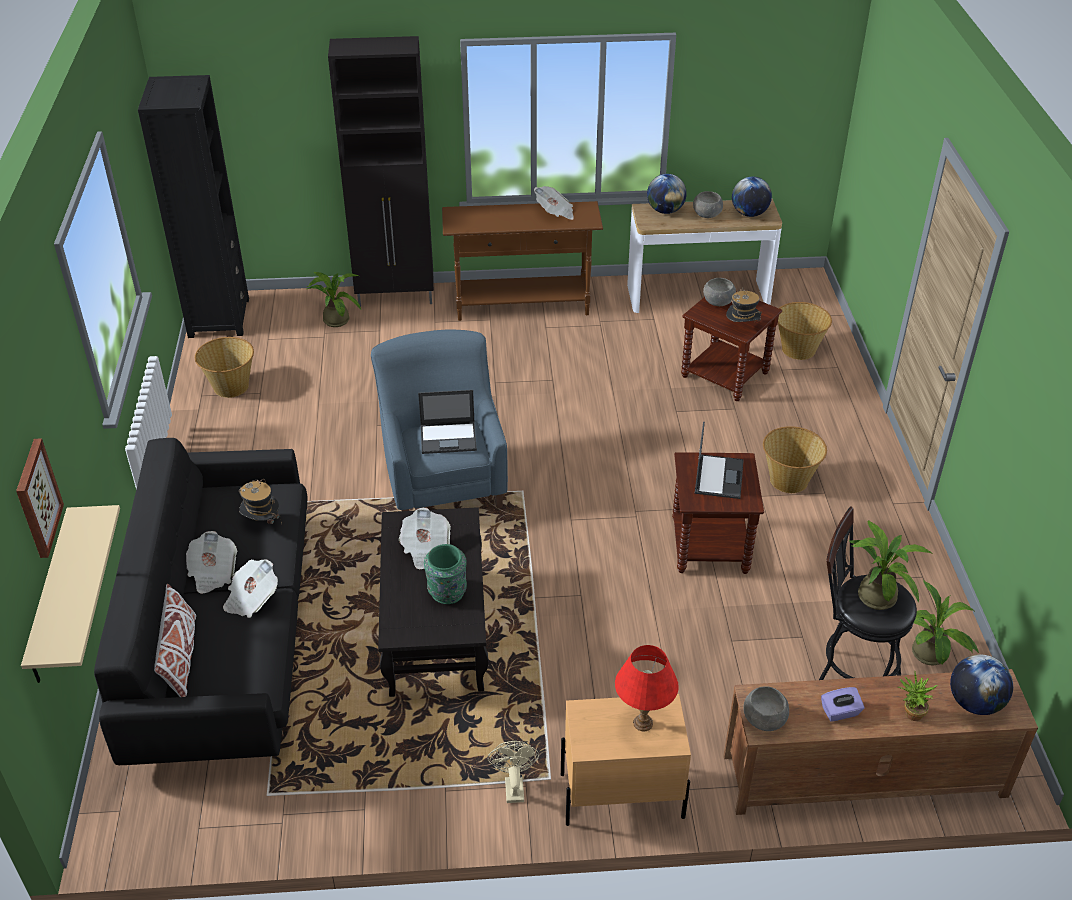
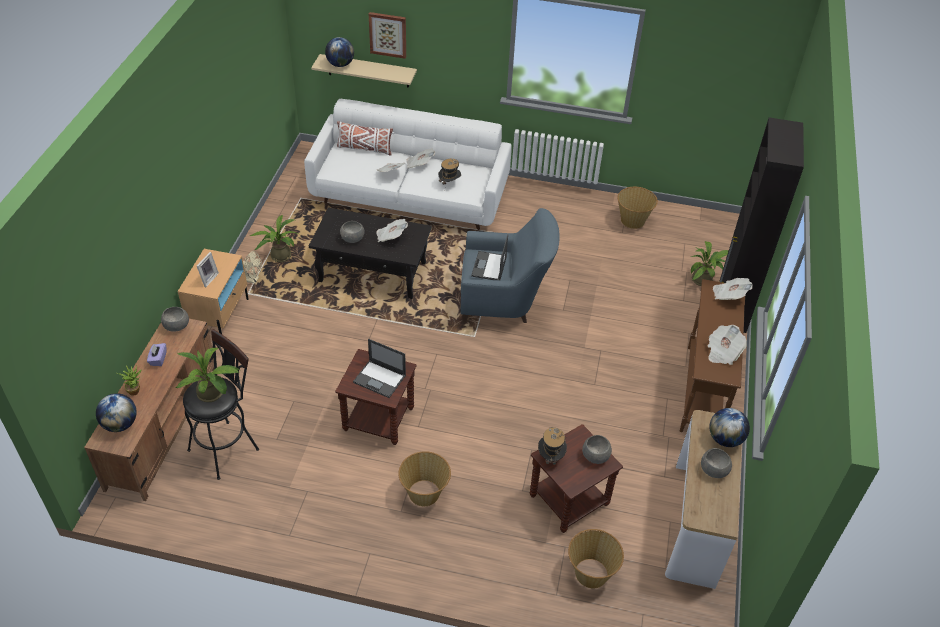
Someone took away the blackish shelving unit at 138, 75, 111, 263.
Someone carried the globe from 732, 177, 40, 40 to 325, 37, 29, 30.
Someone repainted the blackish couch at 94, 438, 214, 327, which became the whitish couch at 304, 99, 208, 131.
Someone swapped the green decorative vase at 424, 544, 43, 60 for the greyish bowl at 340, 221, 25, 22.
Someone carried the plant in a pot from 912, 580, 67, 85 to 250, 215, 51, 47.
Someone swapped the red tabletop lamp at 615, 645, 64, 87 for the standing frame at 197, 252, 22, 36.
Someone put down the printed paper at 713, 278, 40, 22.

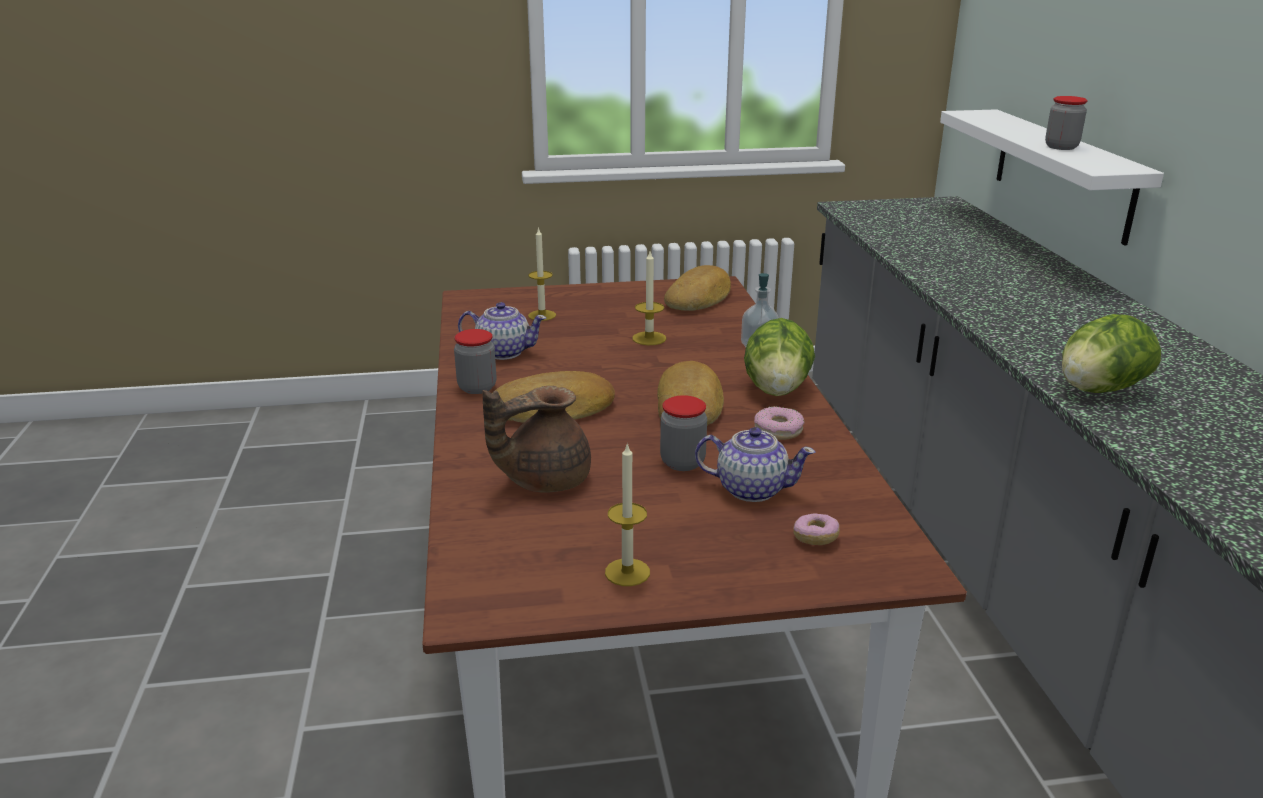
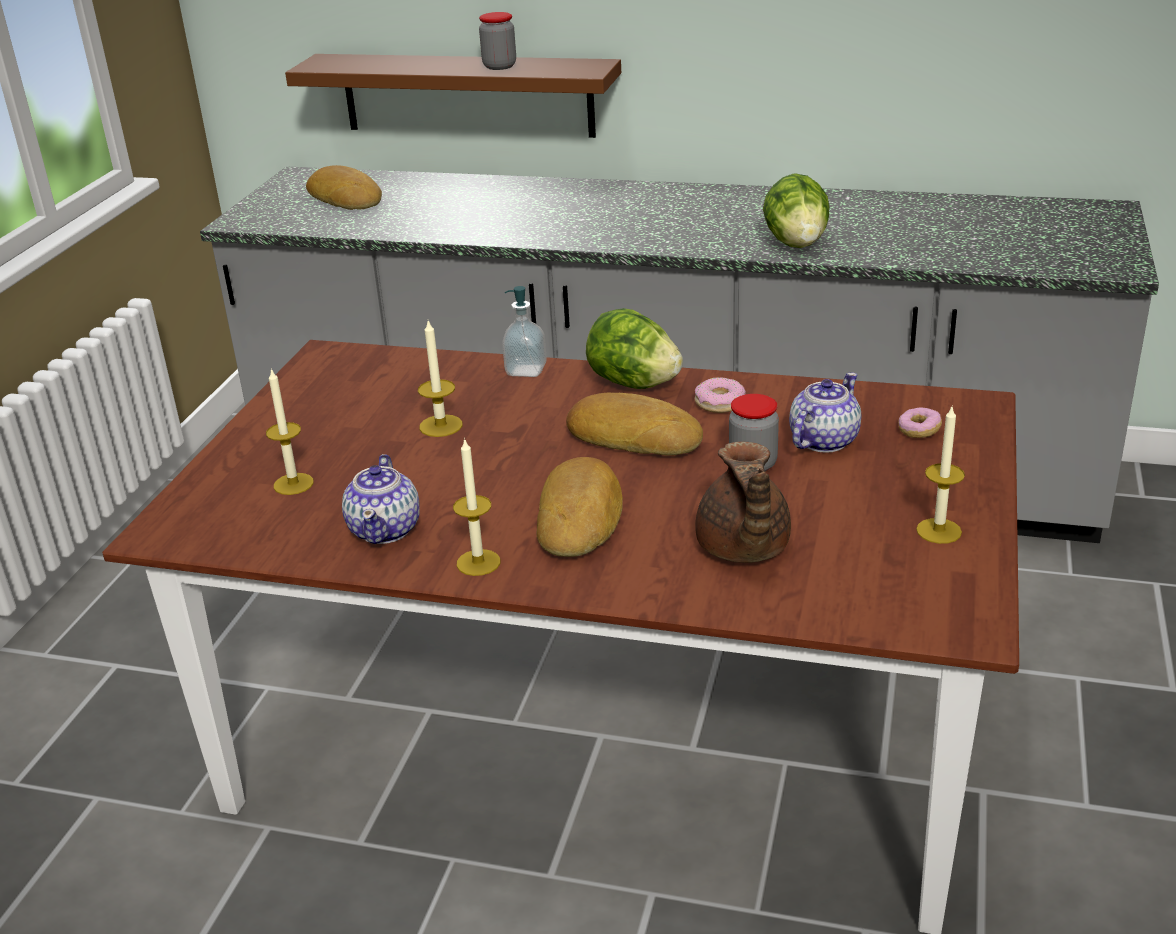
Someone repainted the whitish bracket shelf at 940, 109, 224, 136, which became the brown-coloured bracket shelf at 285, 54, 336, 84.
Someone carried the bread from 664, 265, 67, 46 to 306, 165, 76, 45.
Someone rotated the tea pot at 458, 302, 89, 58 by 150 degrees clockwise.
Someone swapped the preserve jar at 454, 329, 42, 65 for the wax light at 453, 438, 47, 138.

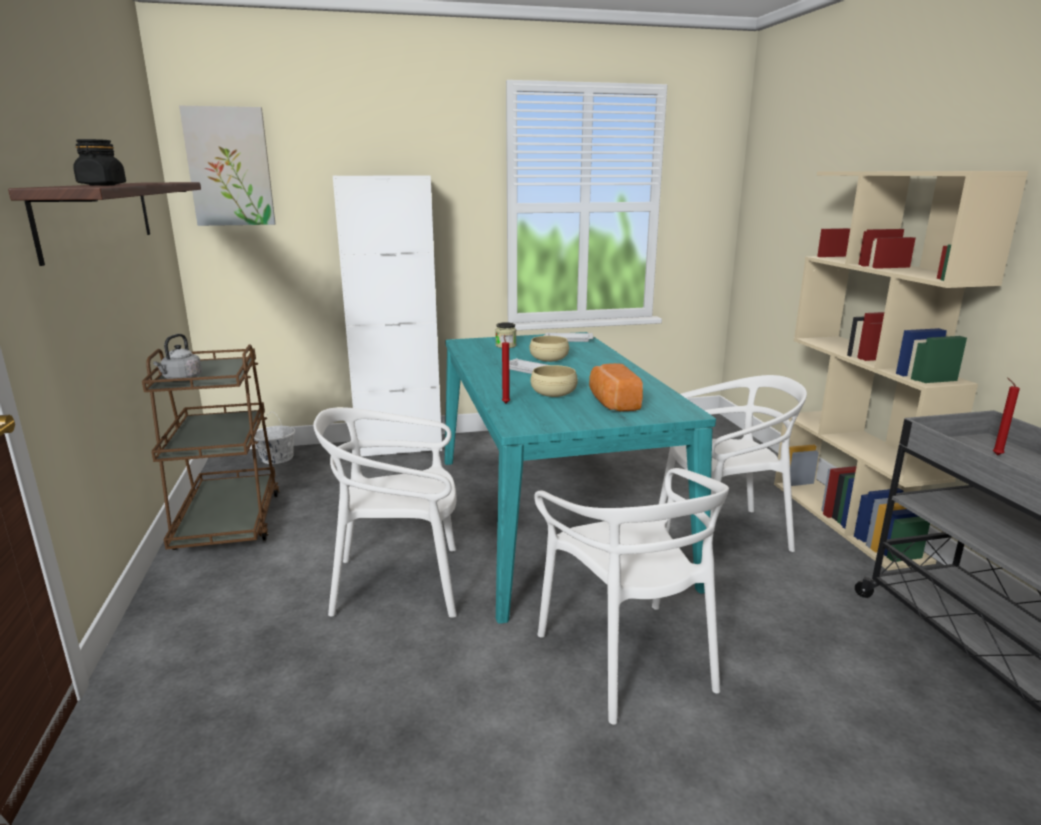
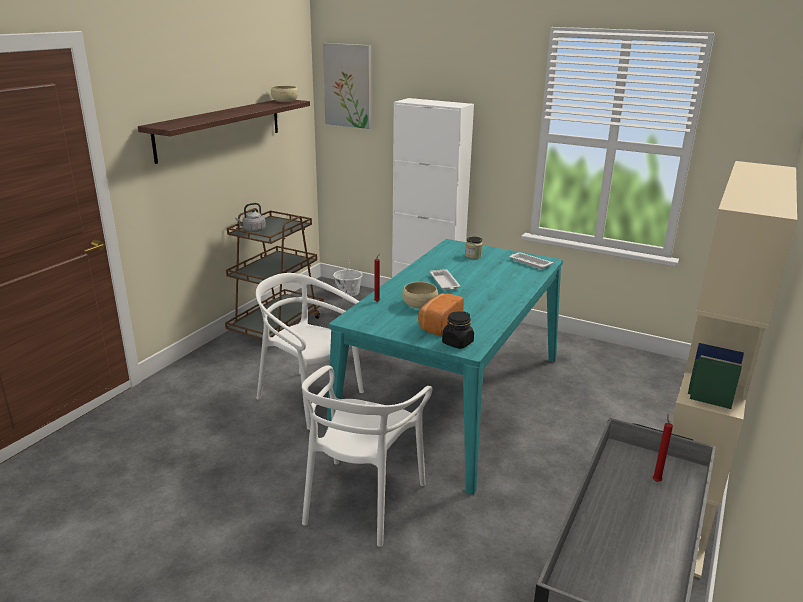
Someone carried the blackish preserve jar from 73, 139, 53, 47 to 442, 311, 32, 38.
Someone carried the beige bowl from 529, 336, 40, 26 to 271, 86, 27, 16.
Someone took away the whitish chair at 659, 375, 148, 177.

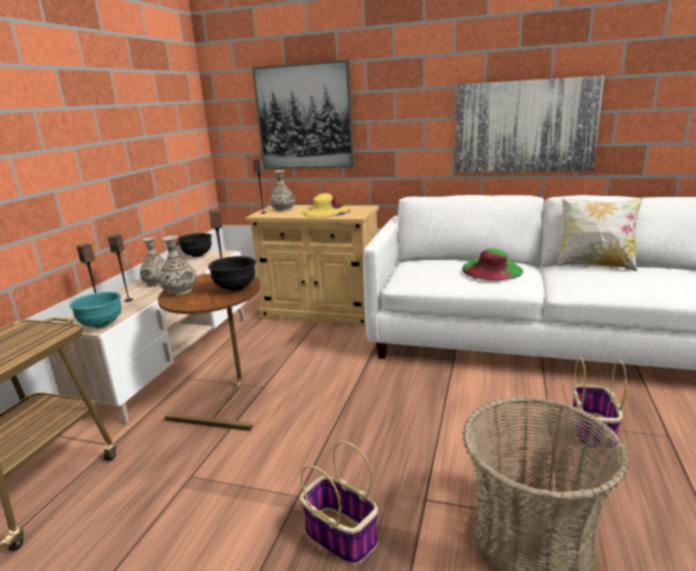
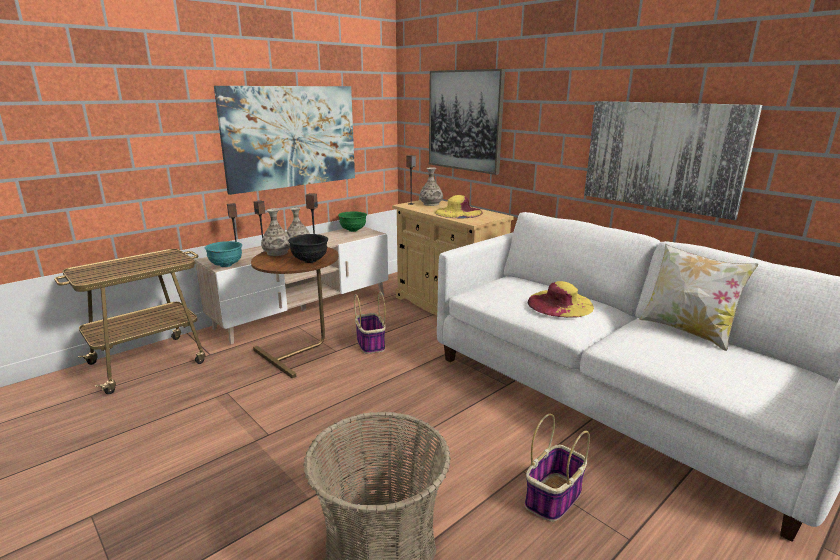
Someone repainted the blackish bowl at 178, 233, 34, 24, which became the green bowl at 338, 212, 29, 20.
Someone repainted the green clothing hat at 462, 248, 61, 32, which became the yellowish clothing hat at 527, 281, 67, 37.
Someone carried the basket from 300, 441, 78, 124 to 354, 292, 32, 62.
Someone put up the wall picture at 214, 86, 141, 109.

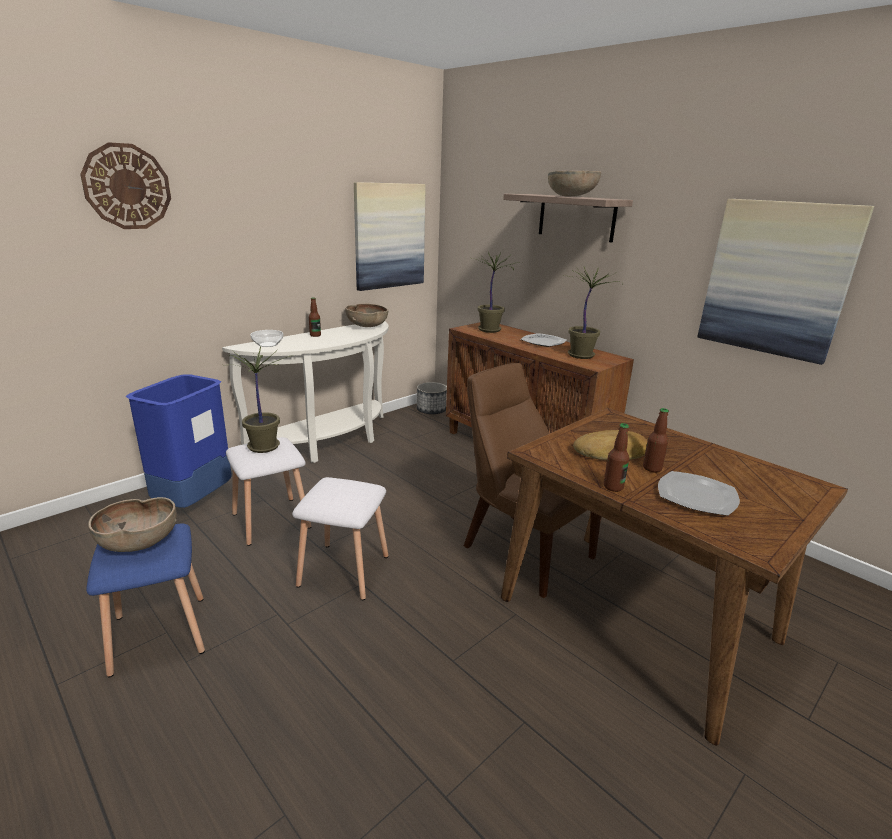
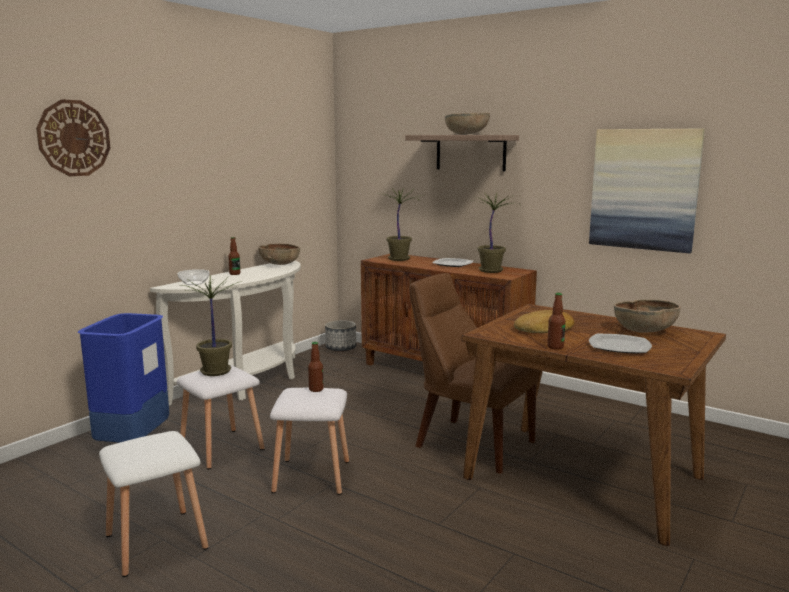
Someone took away the wall picture at 354, 182, 72, 109.
Someone carried the drink bottle from 643, 408, 26, 64 to 308, 342, 15, 50.
Someone carried the brown-coloured bowl from 88, 497, 89, 55 to 614, 299, 67, 34.
Someone repainted the bluish sitting stool at 86, 523, 119, 155, which became the whitish sitting stool at 99, 431, 109, 146.

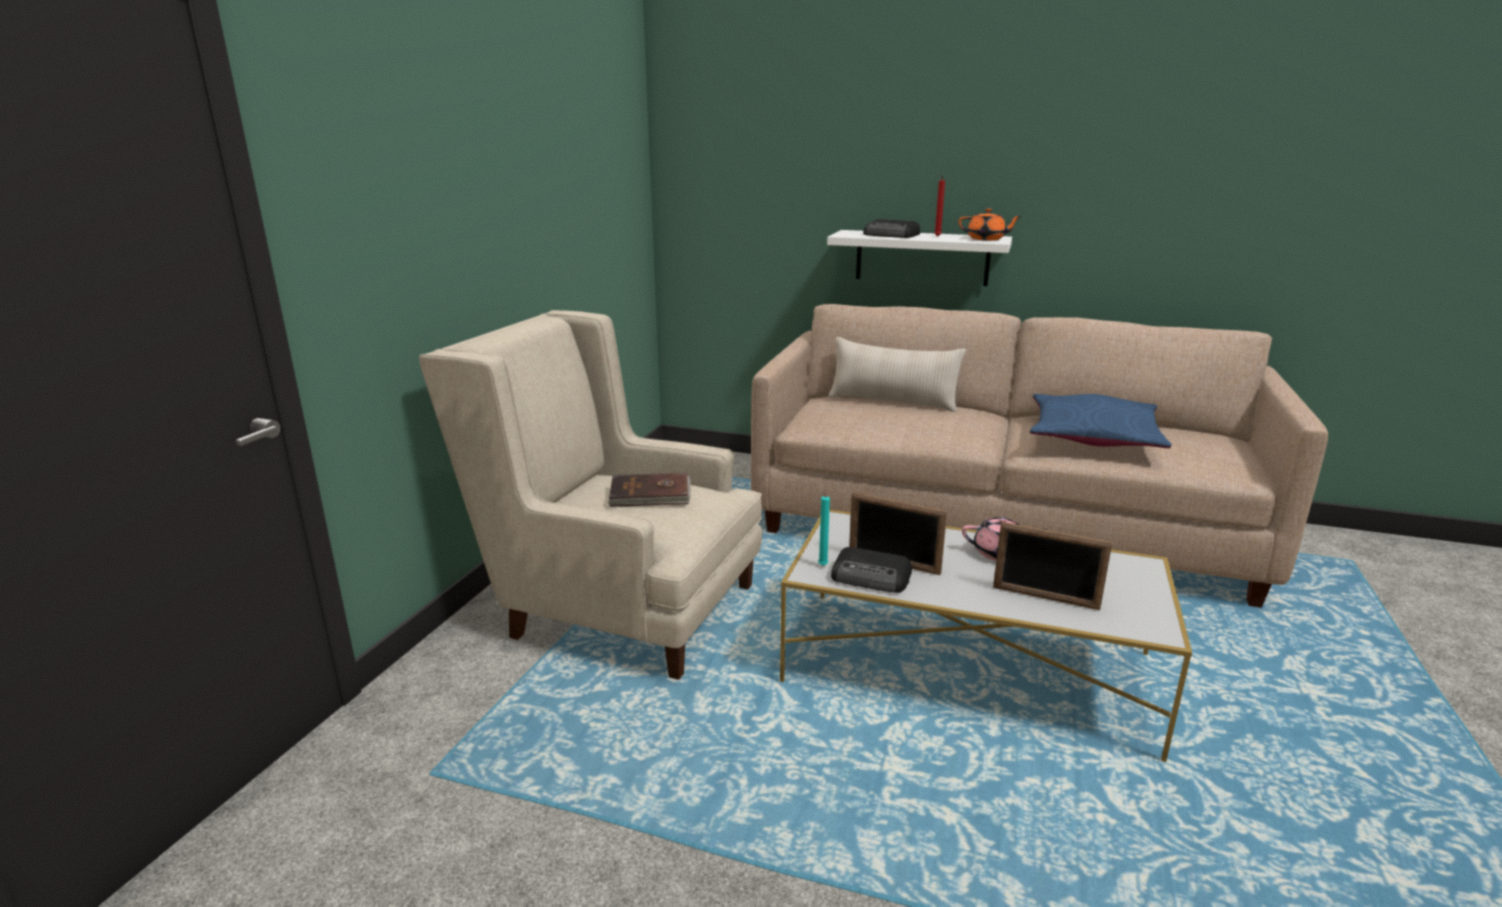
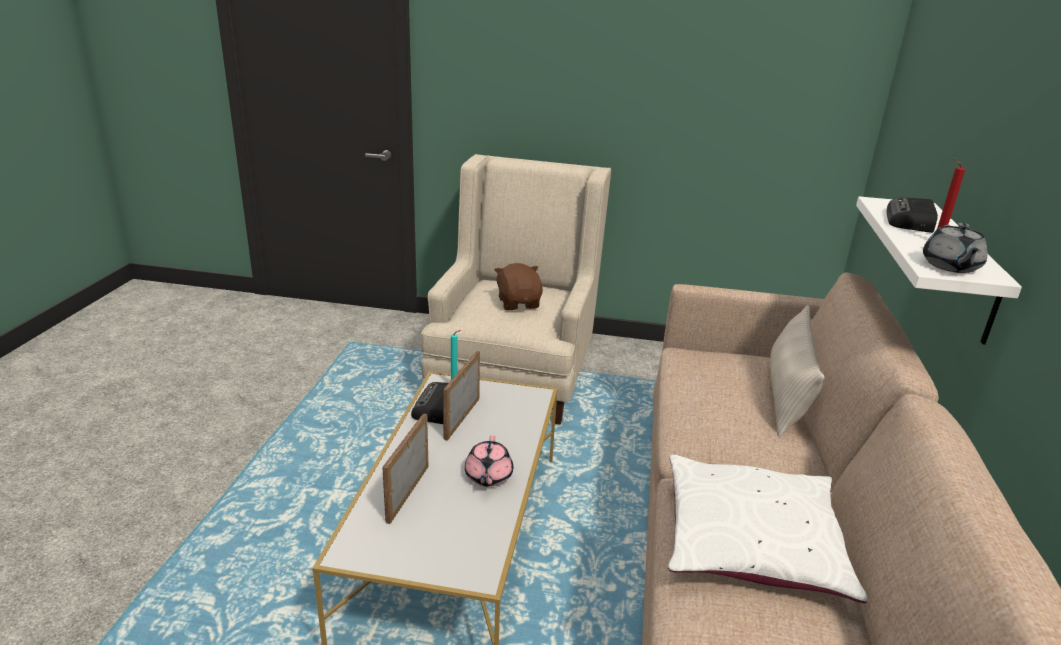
Someone repainted the orange tea pot at 958, 208, 64, 32, which became the greyish tea pot at 923, 223, 64, 50.
Someone repainted the bluish pillow at 1030, 394, 142, 54, which became the whitish pillow at 668, 455, 200, 148.
Someone swapped the brown-coloured book at 608, 473, 83, 34 for the brown-coloured plush toy at 494, 263, 49, 47.

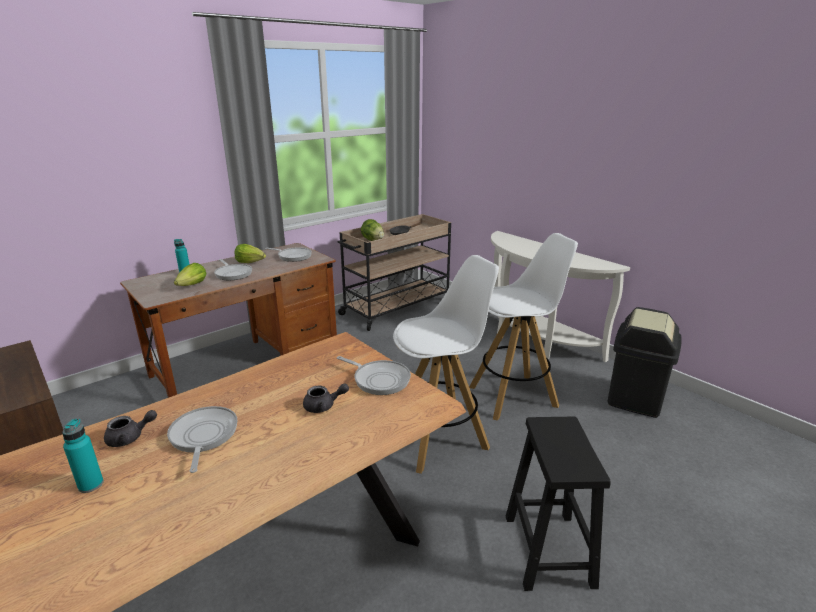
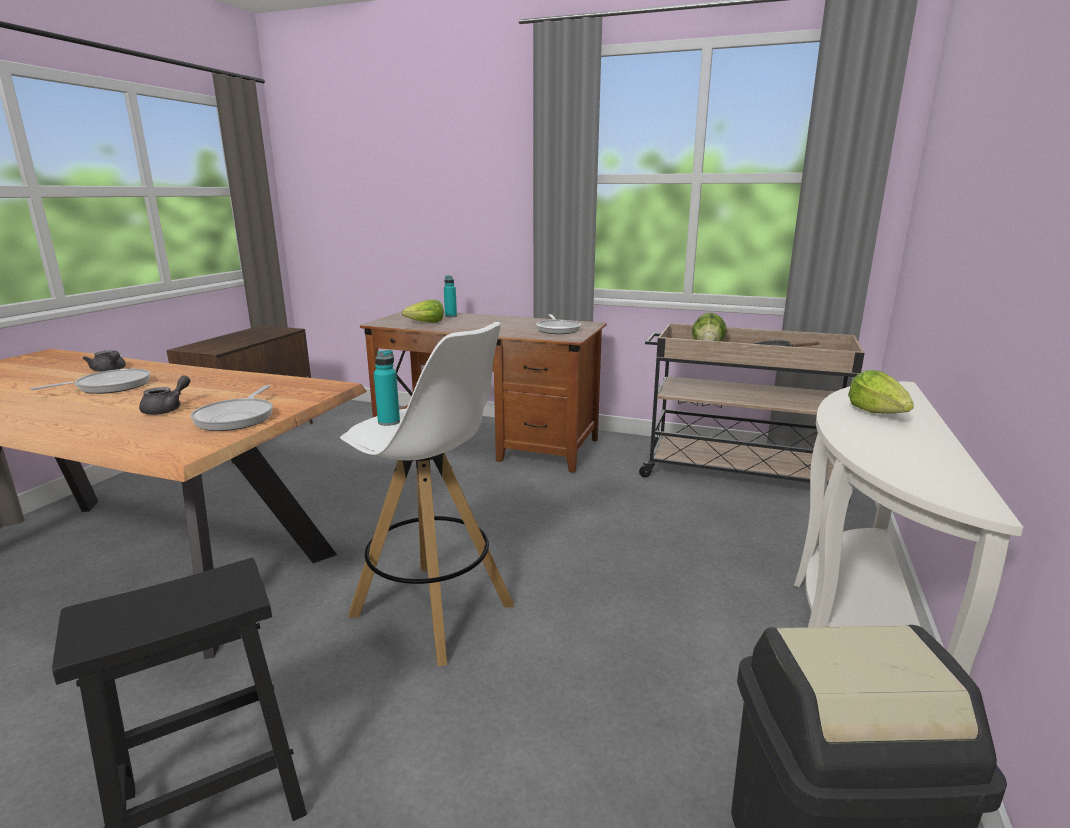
Someone took away the whitish sitting stool at 469, 233, 109, 188.
Someone carried the lettuce head from 234, 244, 32, 19 to 848, 370, 66, 44.
Someone took away the pan at 214, 259, 38, 21.
Someone rotated the greyish tea pot at 303, 383, 46, 30 by 120 degrees counterclockwise.
Someone carried the blue-green drink bottle from 62, 419, 42, 74 to 374, 350, 26, 76.

